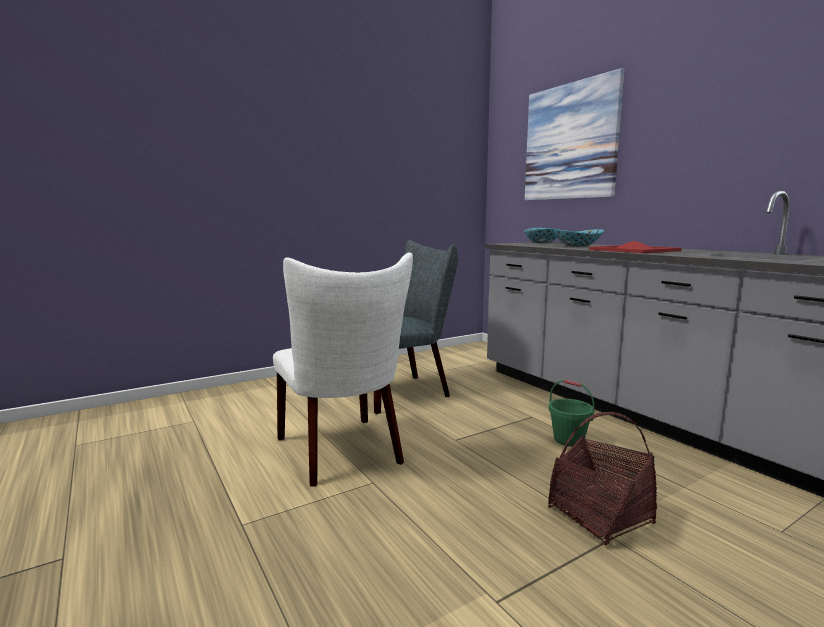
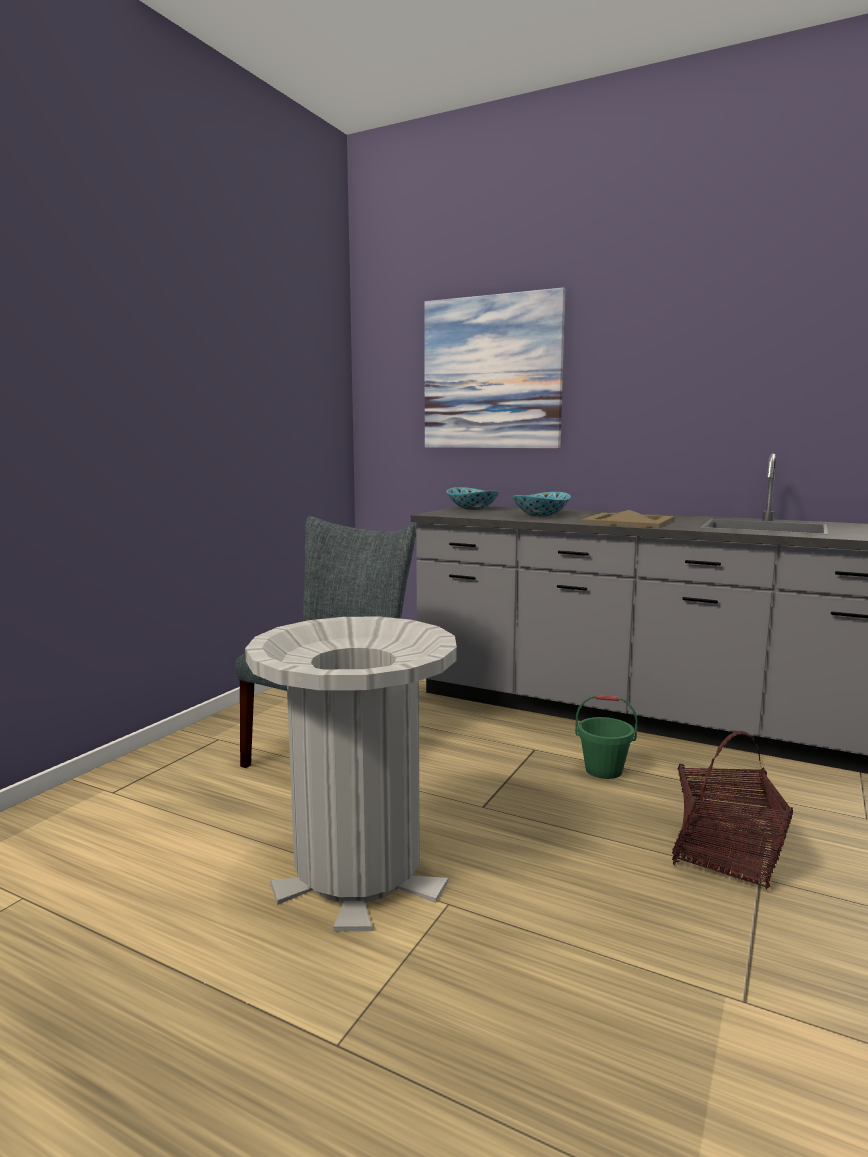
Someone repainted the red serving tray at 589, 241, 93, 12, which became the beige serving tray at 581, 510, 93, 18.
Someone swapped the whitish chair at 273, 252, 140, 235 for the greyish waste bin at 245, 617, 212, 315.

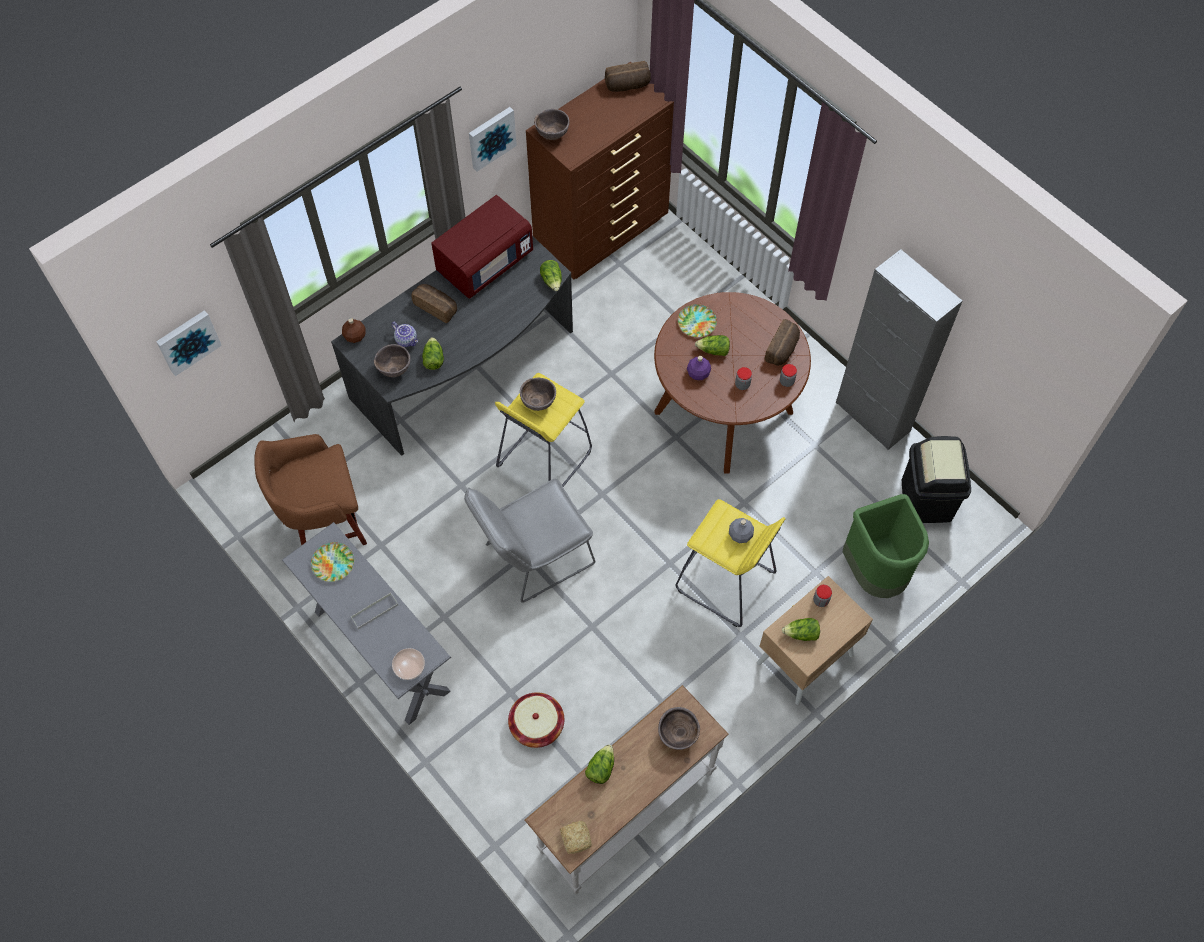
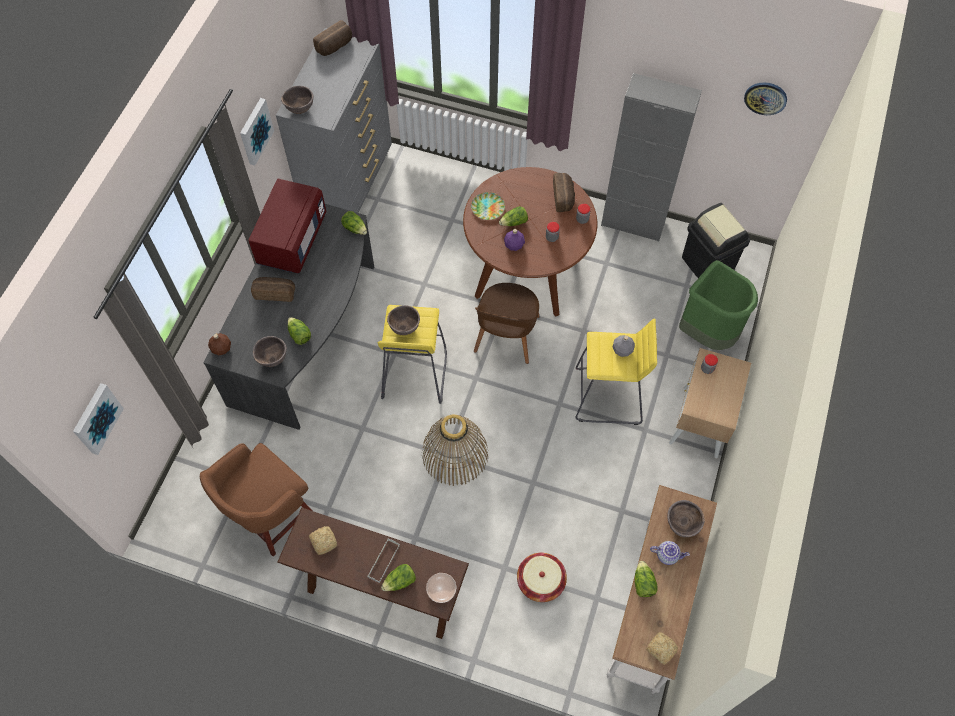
Someone repainted the brown-coloured drawer chest at 526, 62, 148, 217, which became the greyish drawer chest at 276, 28, 116, 185.
Someone carried the tea pot from 391, 322, 27, 25 to 650, 541, 40, 24.
Someone swapped the greyish chair at 464, 479, 131, 124 for the basket at 423, 414, 65, 72.
Someone repainted the greyish narrow table at 282, 522, 169, 203, which became the brown-coloured narrow table at 277, 507, 192, 132.
Someone swapped the dinner plate at 311, 542, 43, 40 for the bread at 309, 526, 28, 29.
Someone carried the lettuce head from 782, 618, 38, 23 to 381, 564, 35, 27.
Someone put up the hanging clock at 744, 82, 43, 33.
Someone put down the brown-coloured chair at 474, 283, 66, 81.

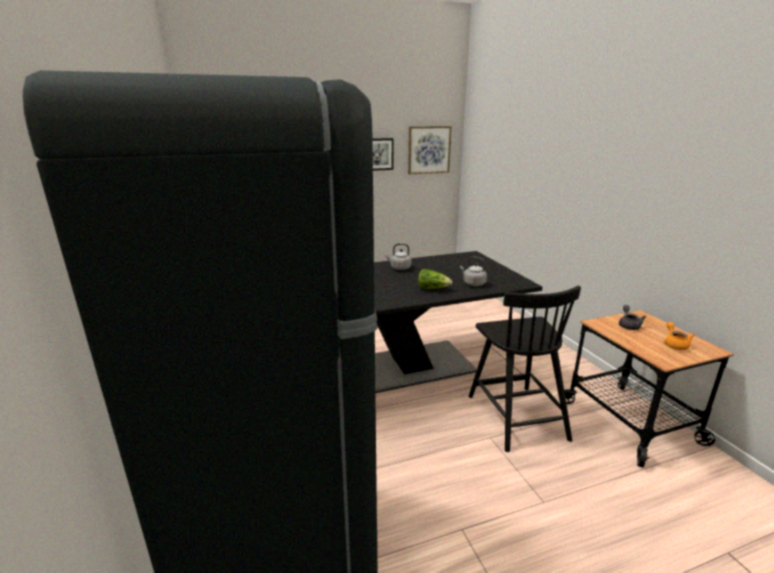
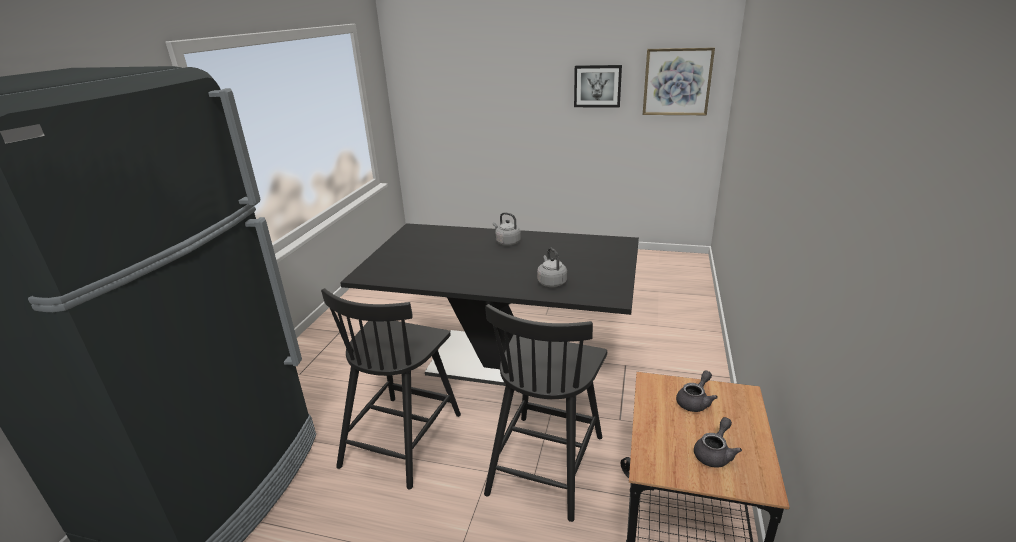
Someone took away the lettuce head at 418, 269, 34, 20.
Someone repainted the orange tea pot at 664, 322, 31, 28, which became the greyish tea pot at 694, 417, 48, 51.
Someone put down the blackish chair at 321, 288, 140, 201.

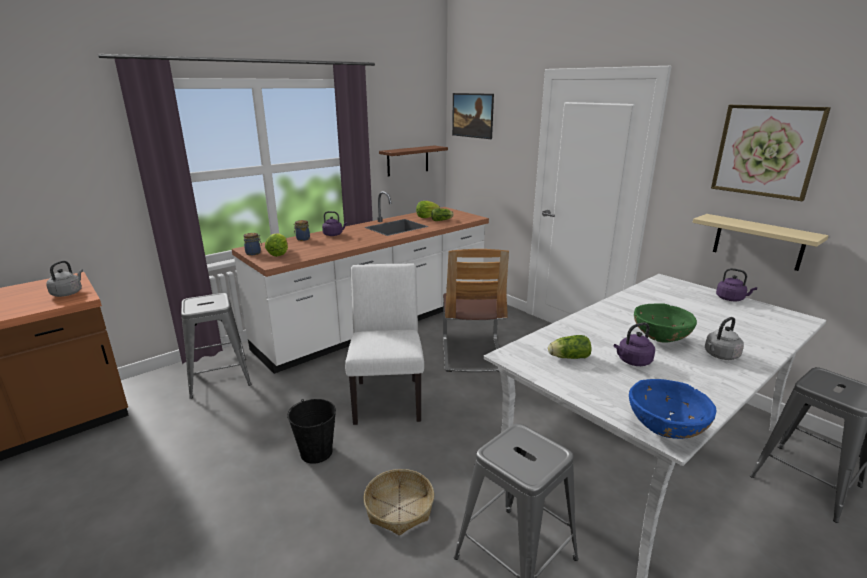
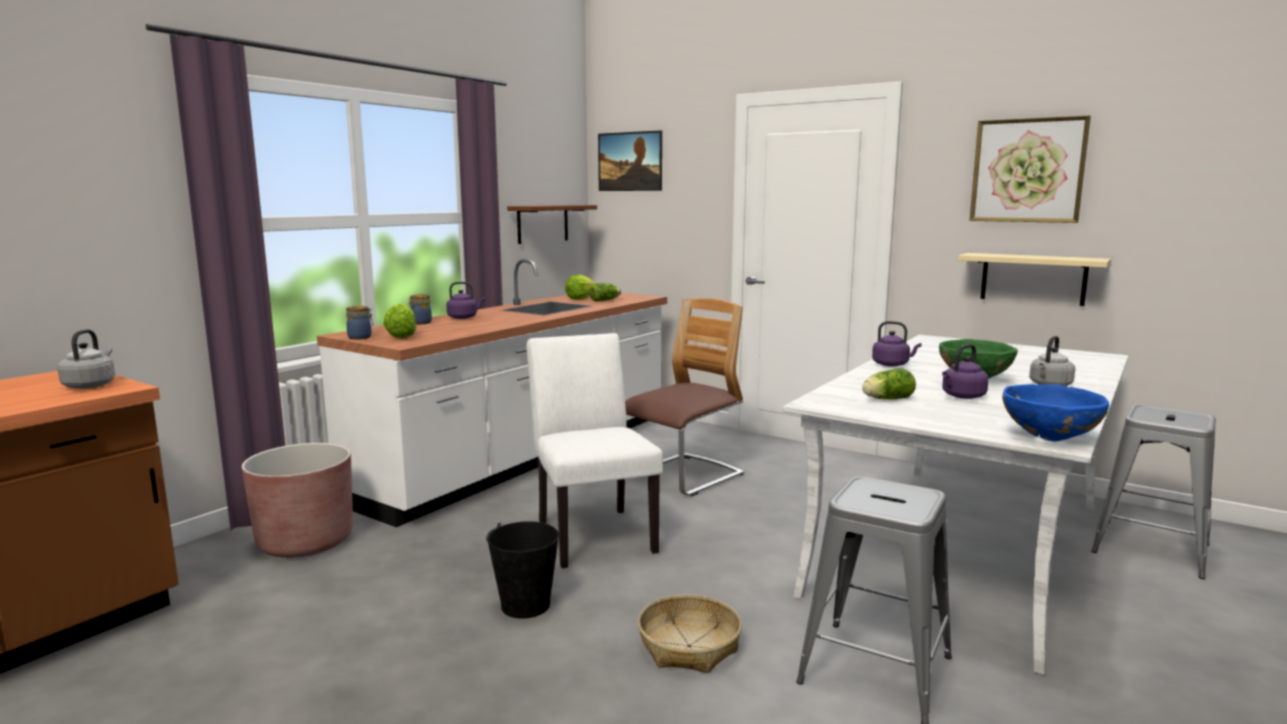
Someone rotated the chair at 443, 249, 66, 123 by 120 degrees counterclockwise.
Someone carried the purple-coloured tea kettle from 716, 268, 41, 33 to 872, 321, 50, 46.
Someone swapped the greyish sitting stool at 181, 293, 70, 106 for the brown-coloured plant pot at 242, 443, 111, 115.

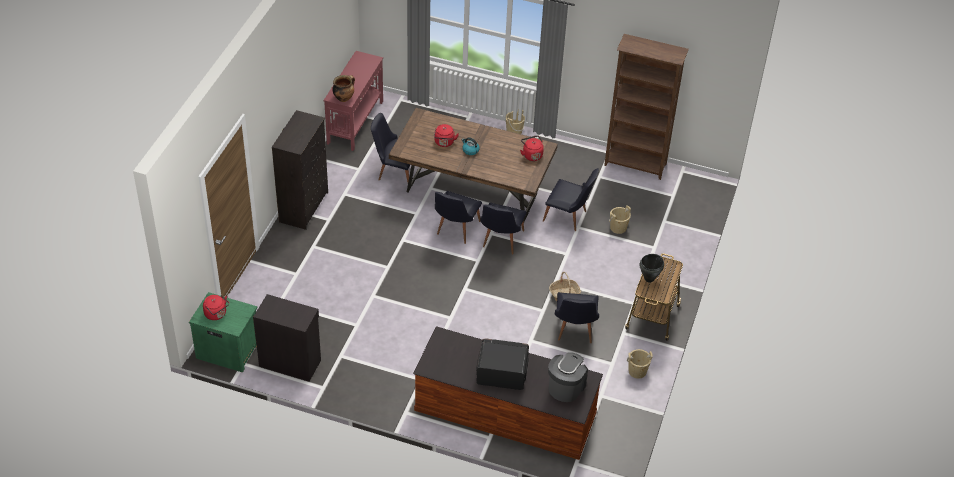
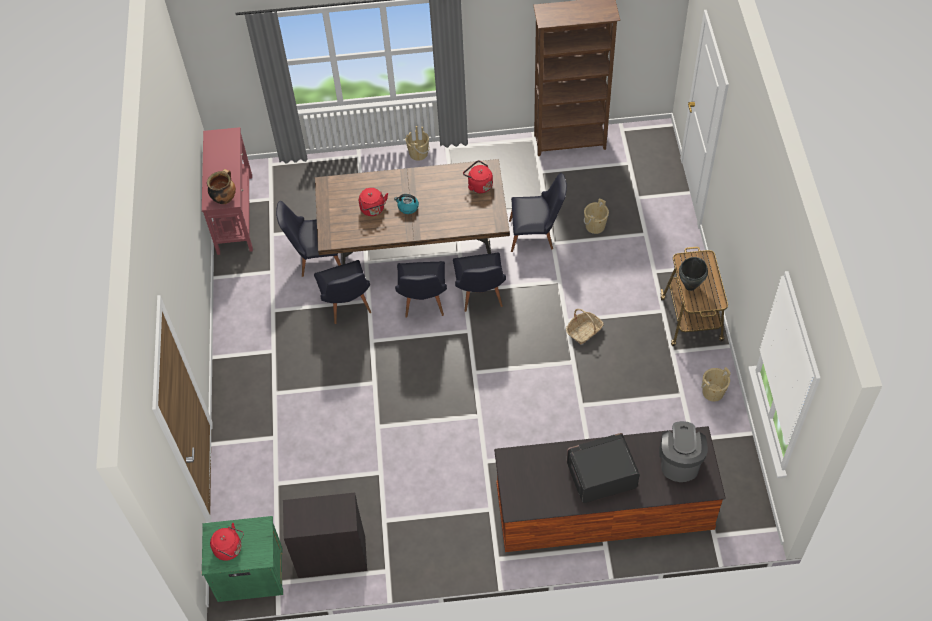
Someone took away the blackish drawer chest at 272, 110, 56, 120.
Someone carried the blackish chair from 555, 292, 44, 51 to 314, 260, 57, 64.

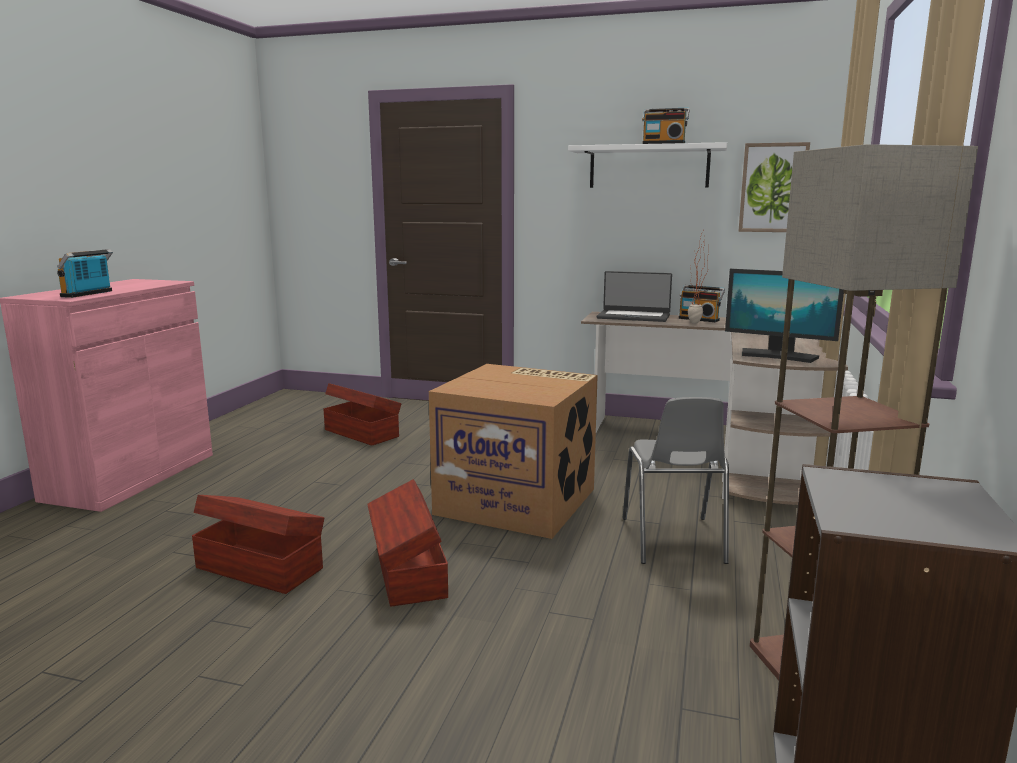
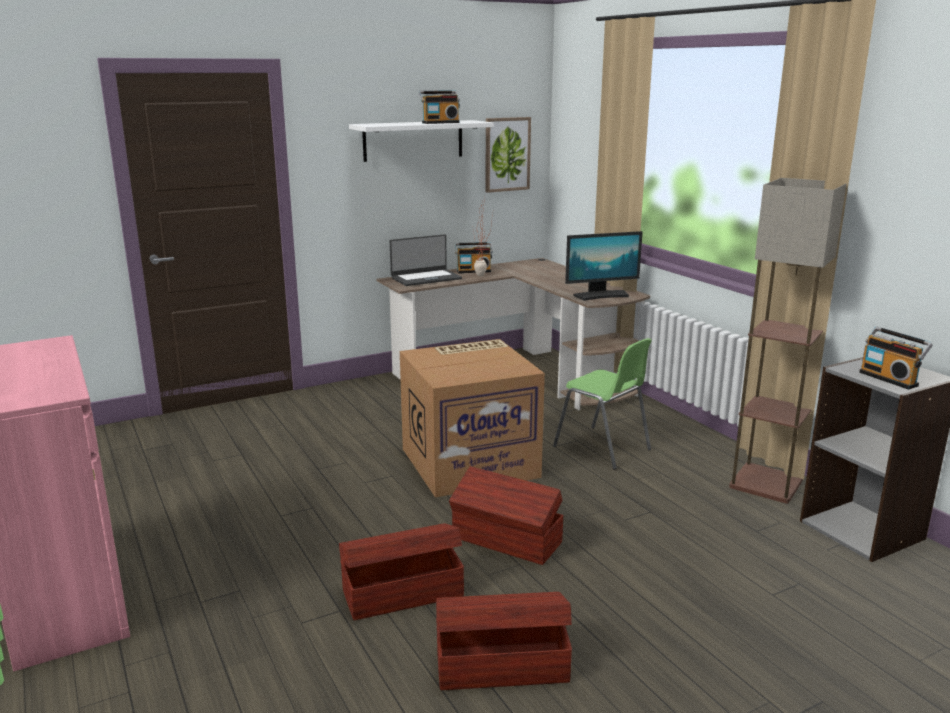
Someone carried the radio receiver from 57, 249, 56, 49 to 859, 327, 73, 63.
Someone carried the brown-coloured storage box from 323, 383, 79, 62 to 436, 592, 136, 98.
Someone repainted the greyish chair at 623, 397, 106, 167, which became the green chair at 553, 338, 99, 131.

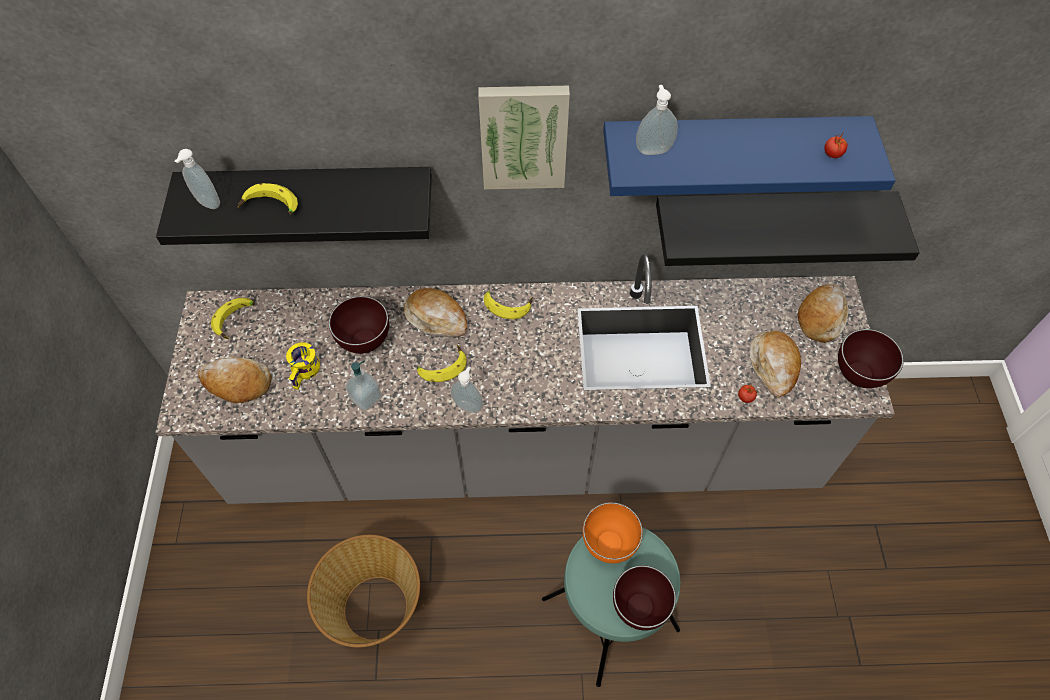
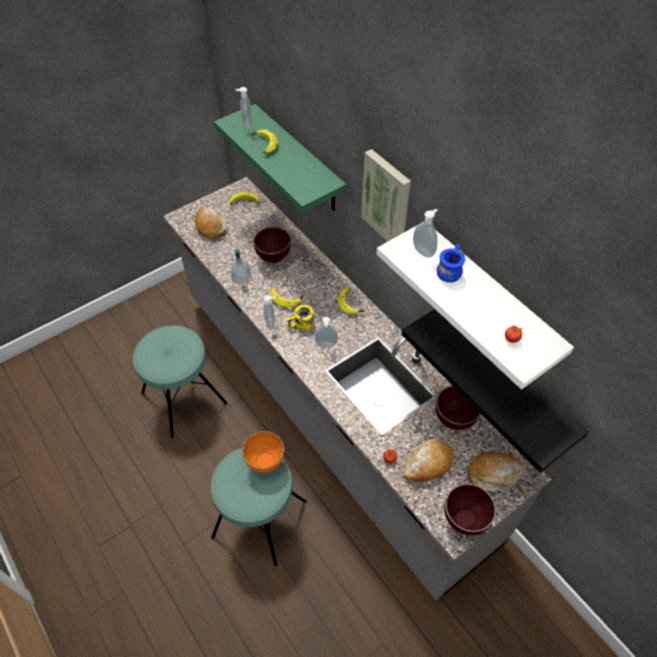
Someone repainted the bluish bracket shelf at 603, 116, 293, 80, which became the whitish bracket shelf at 377, 226, 197, 163.
Someone repainted the blackish bracket shelf at 156, 167, 276, 78, which became the green bracket shelf at 214, 104, 132, 109.
Someone took away the bread at 404, 288, 63, 49.
Someone carried the yellowish mug from 286, 342, 34, 48 to 286, 305, 28, 25.
Someone swapped the basket at 307, 535, 113, 112 for the blue-green sitting stool at 133, 325, 95, 113.
Someone carried the brown-coloured bowl from 613, 565, 63, 65 to 436, 386, 44, 44.
Someone put down the bluish mug at 437, 244, 28, 39.
Someone put down the liquid soap bottle at 314, 317, 24, 30.

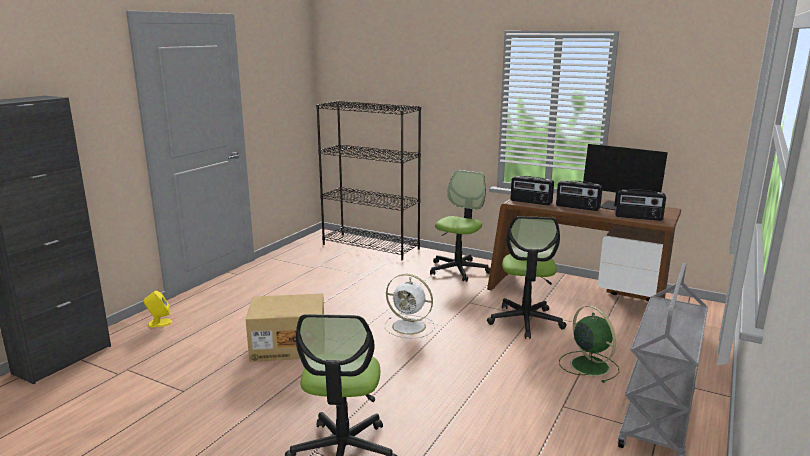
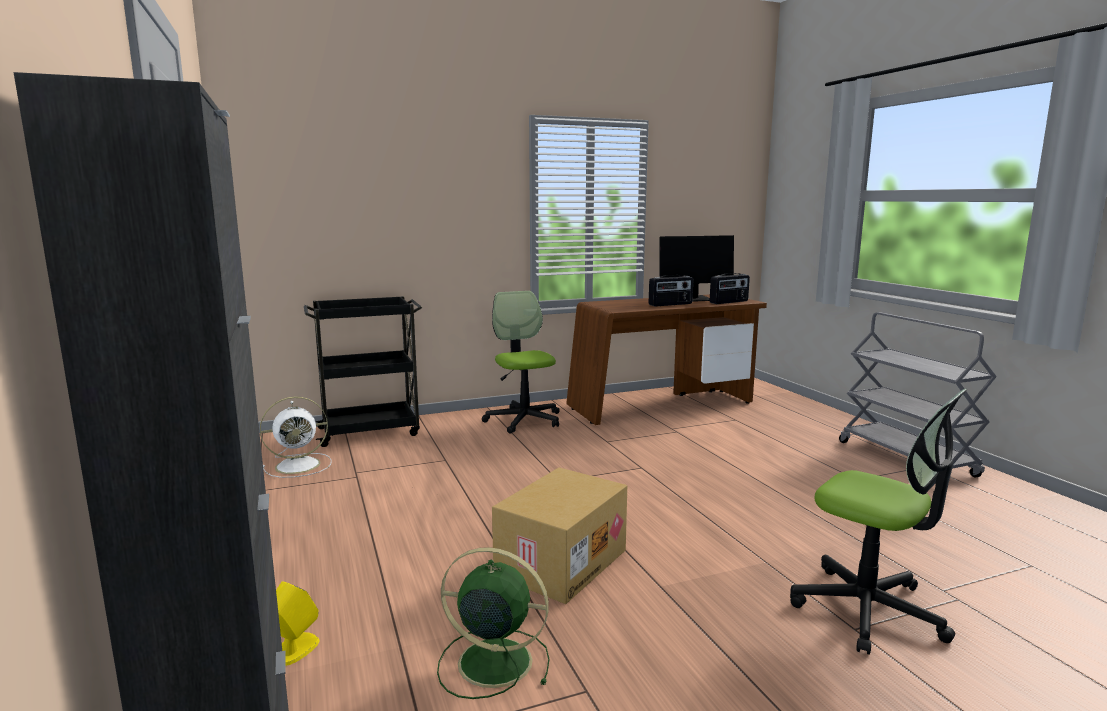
Someone swapped the blackish shelving unit at 316, 101, 105, 159 for the blackish cart at 304, 296, 118, 151.
Someone took away the radio receiver at 510, 176, 44, 29.
Someone took away the office chair at 487, 216, 79, 123.
Someone carried the whitish fan from 385, 274, 50, 65 to 260, 396, 72, 82.
Someone carried the green fan from 559, 306, 60, 77 to 437, 547, 113, 152.

